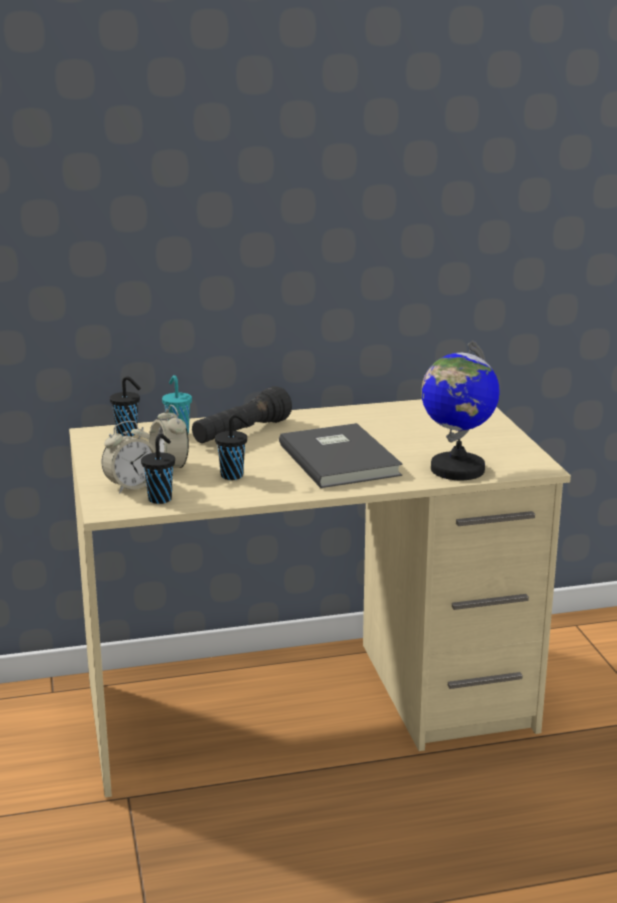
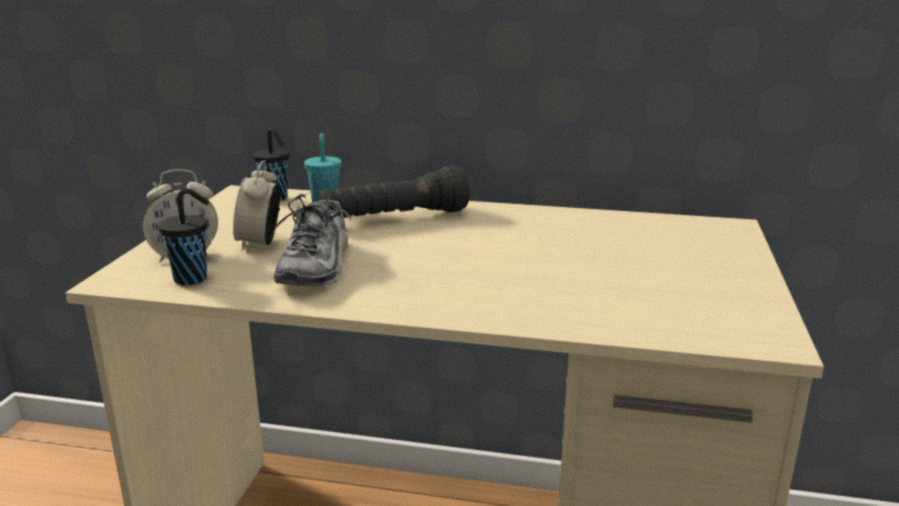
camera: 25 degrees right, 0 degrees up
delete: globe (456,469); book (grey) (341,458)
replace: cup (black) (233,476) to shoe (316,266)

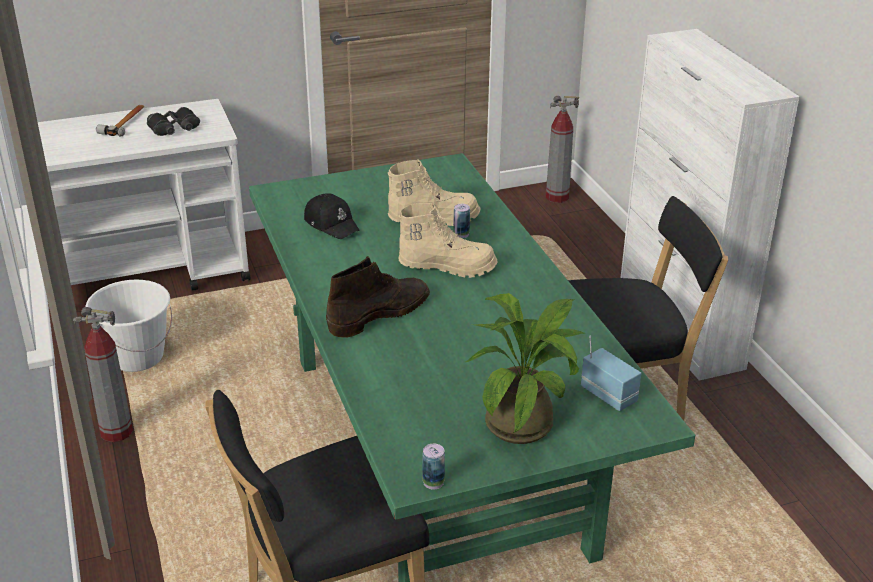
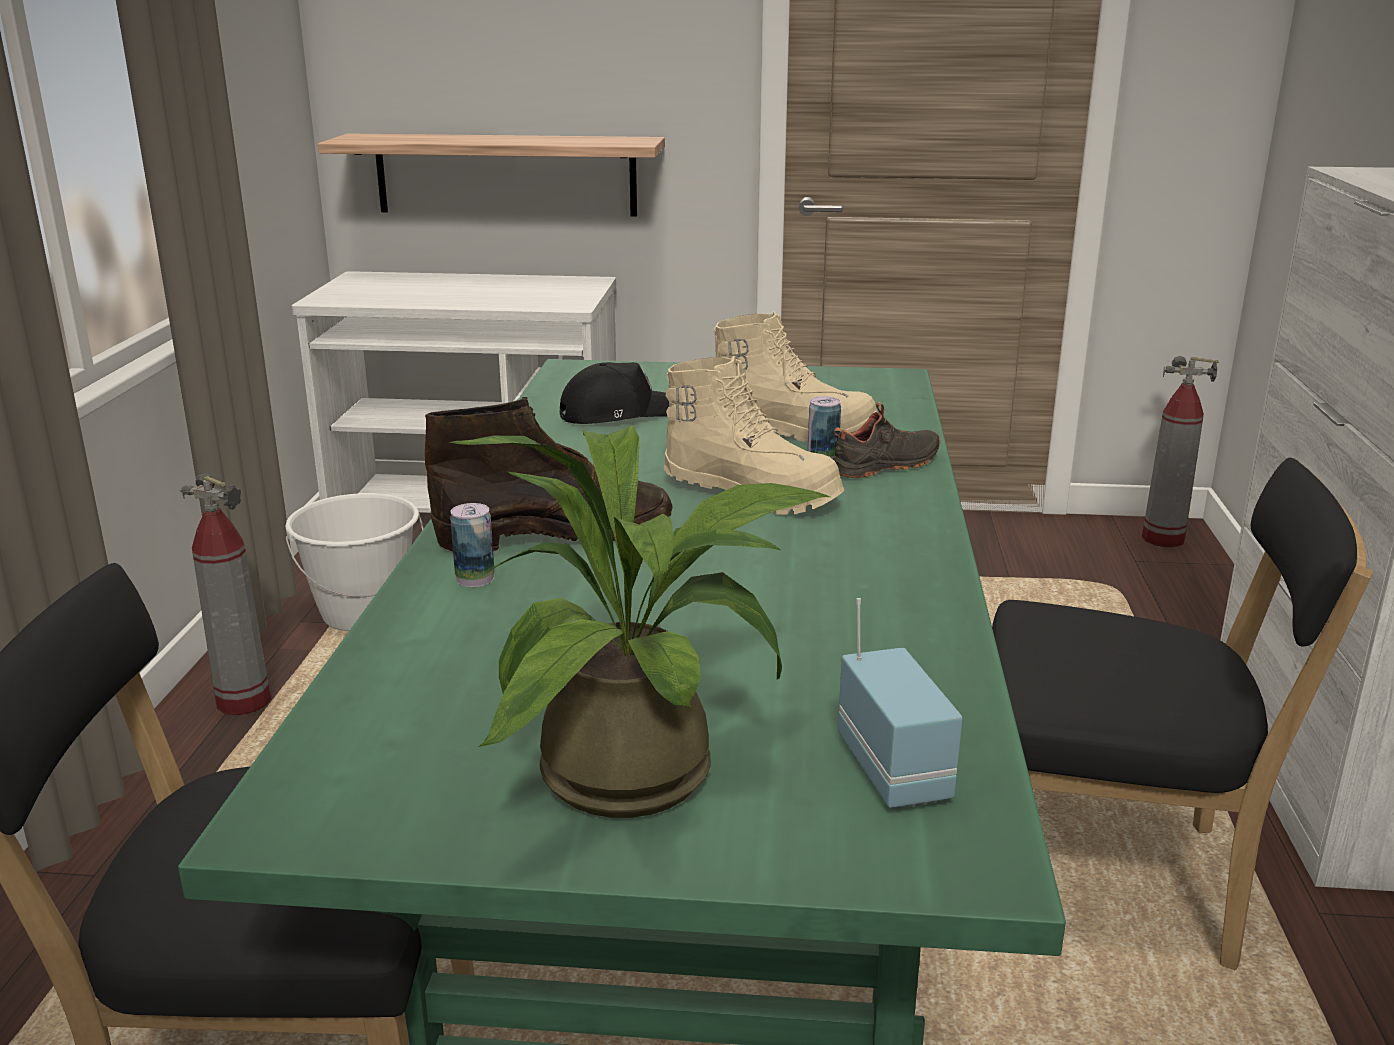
camera: 25 degrees right, 10 degrees down
delete: hammer (125,123); binoculars (black) (174,129)
insert: shelf (506,175); shoe (black) (887,466)
move: can (433,482) to (475,579)
rotate: cap (black) (332,224) = (617,413) 90 degrees counterclockwise

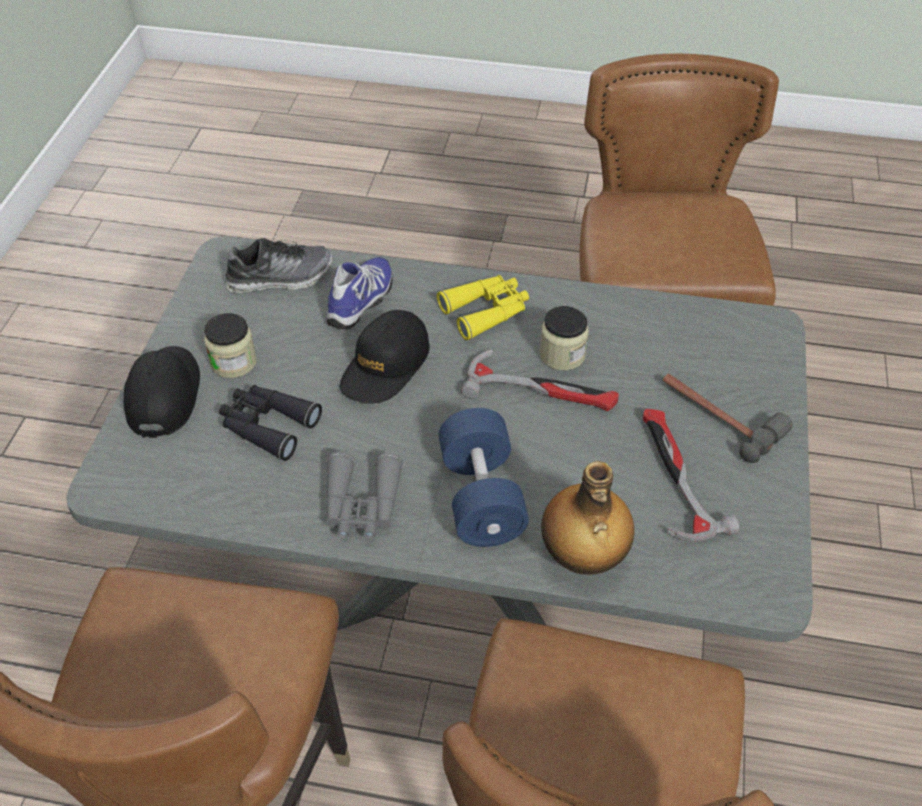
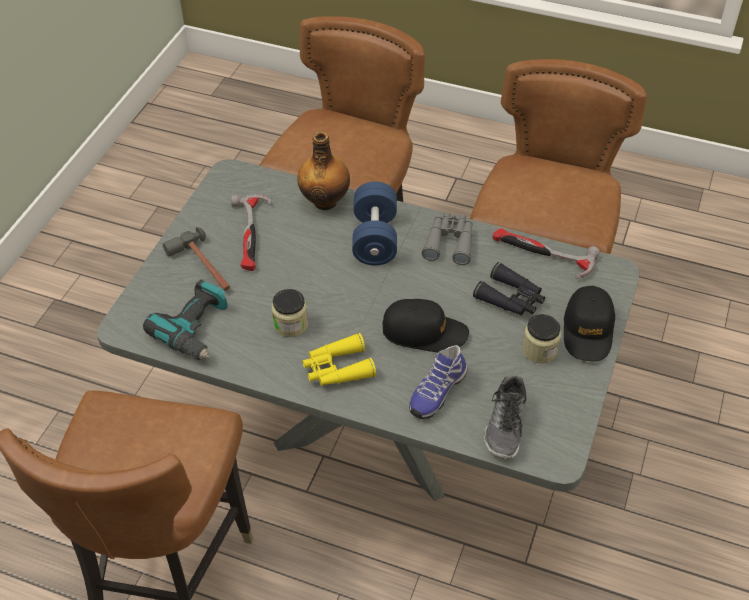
camera: 170 degrees left, 0 degrees up
insert: power drill (197,329)
move: hammer (542,389) to (542,254)
rotate: shoe (280,277) = (506,425) 75 degrees counterclockwise; cap (black) (385,366) = (424,332) 60 degrees clockwise

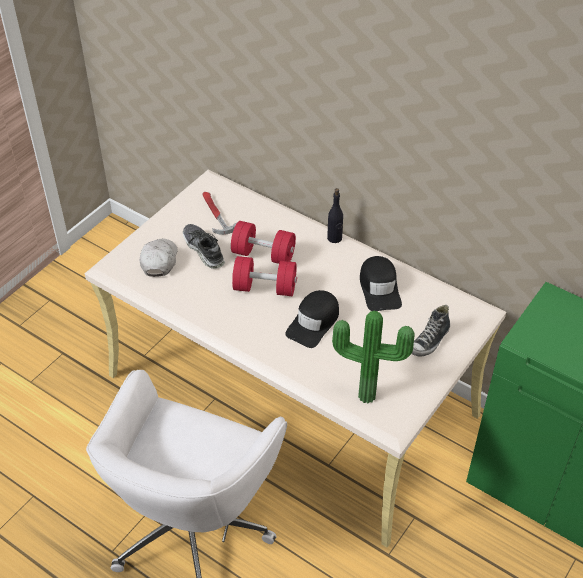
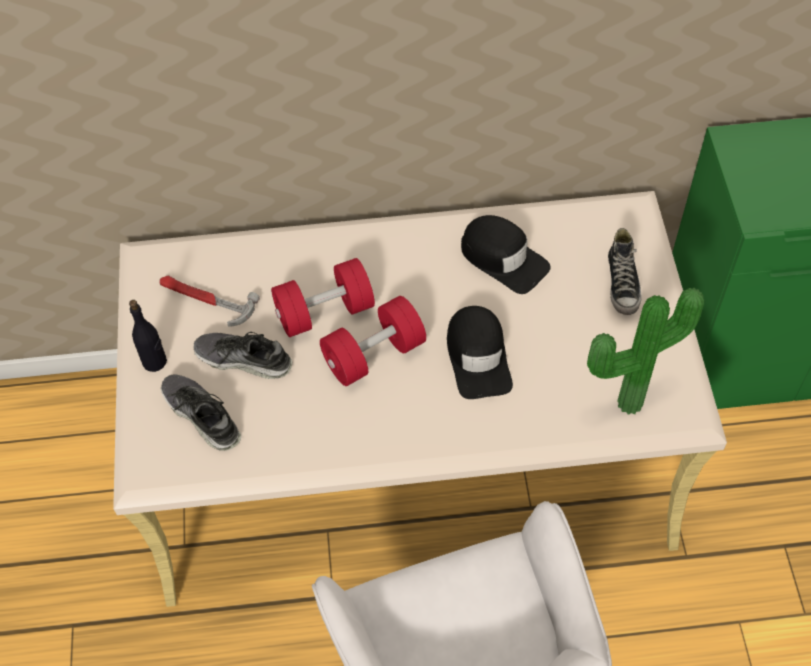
camera: 40 degrees left, 10 degrees up
move: bottle (black) (334,238) to (155,362)
replace: cap (white) (159,260) to shoe (201,416)

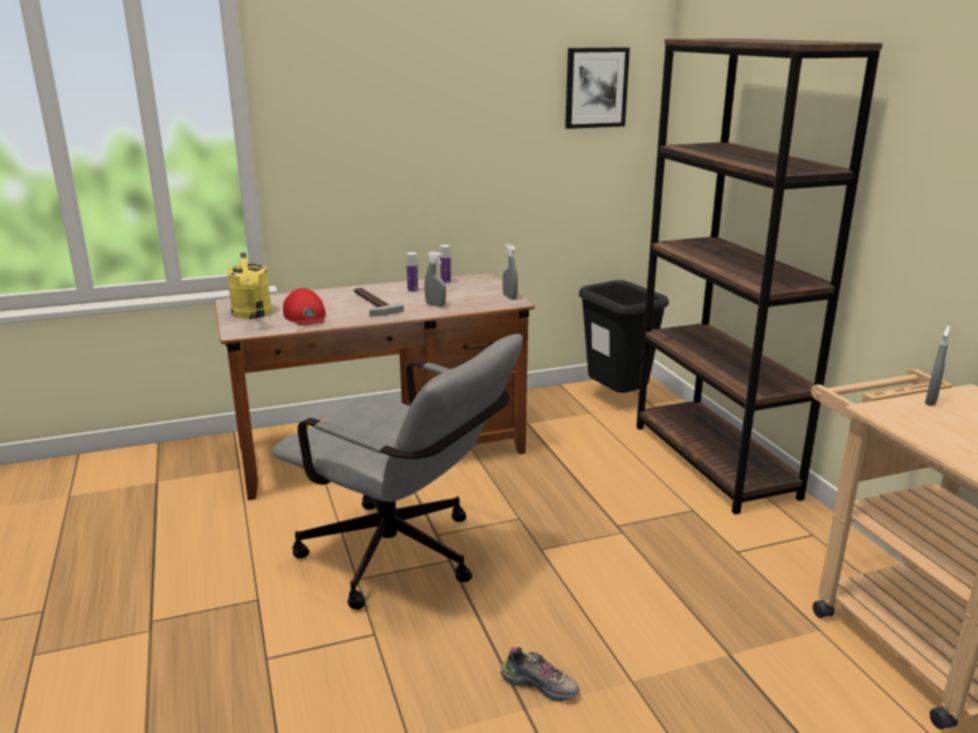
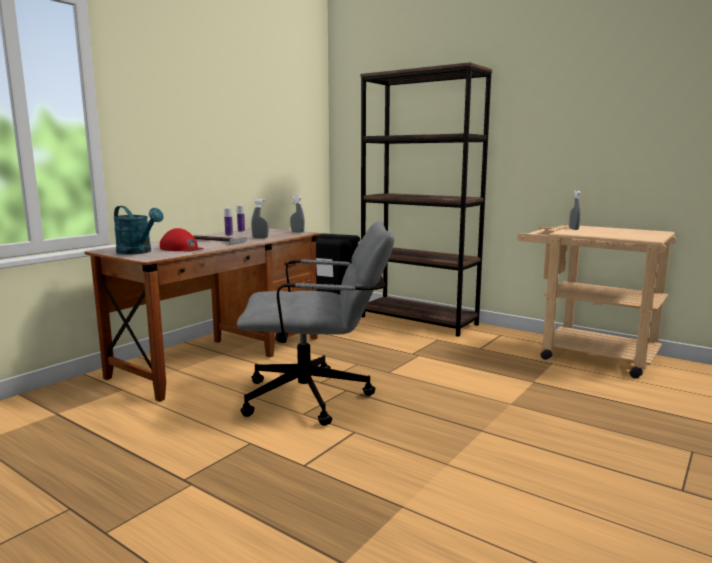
camera: 35 degrees left, 10 degrees down
delete: picture (596,88); shoe (540,685)
recolor: watering can (yellow) (252,314) to watering can (turquoise) (138,252)

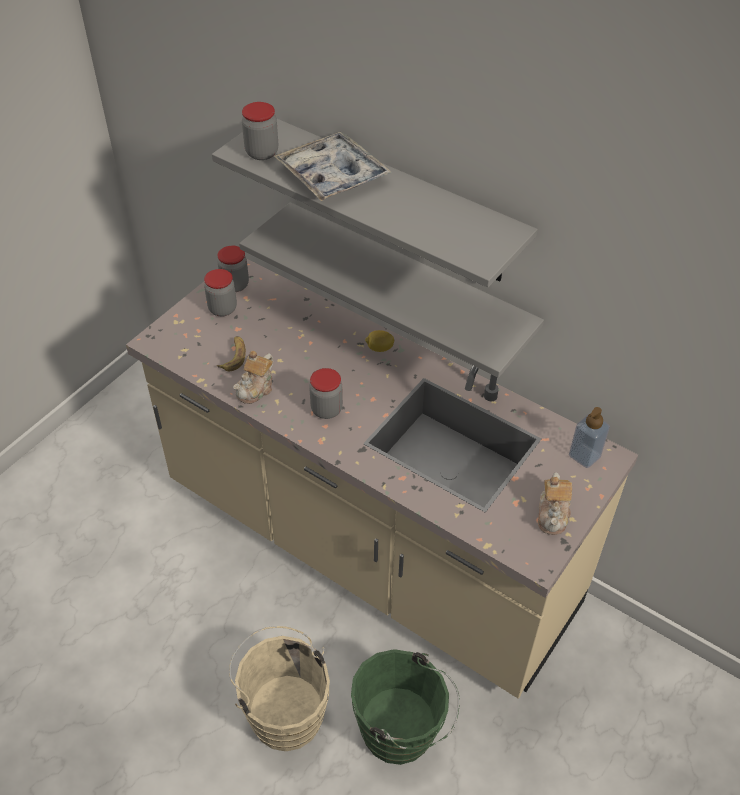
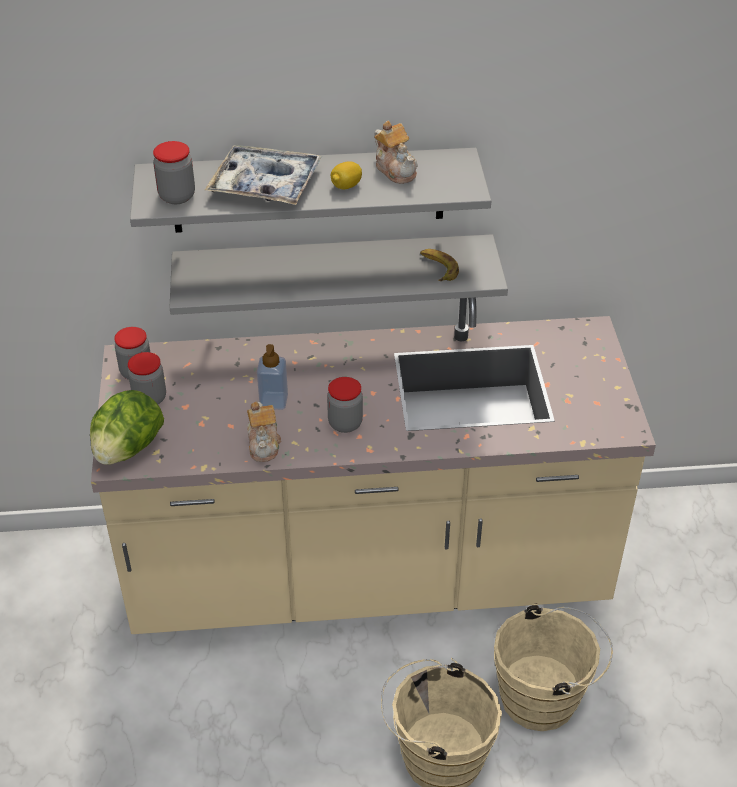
camera: 40 degrees left, 5 degrees down
insert: lettuce (128,449)
move: lemon (379,348) to (346,186); banana (234,356) to (438,268); soap dispenser (584,456) to (273,401); teapot (553,514) to (396,169)
recolor: bucket (green) (402,733) to bucket (beige) (545,697)

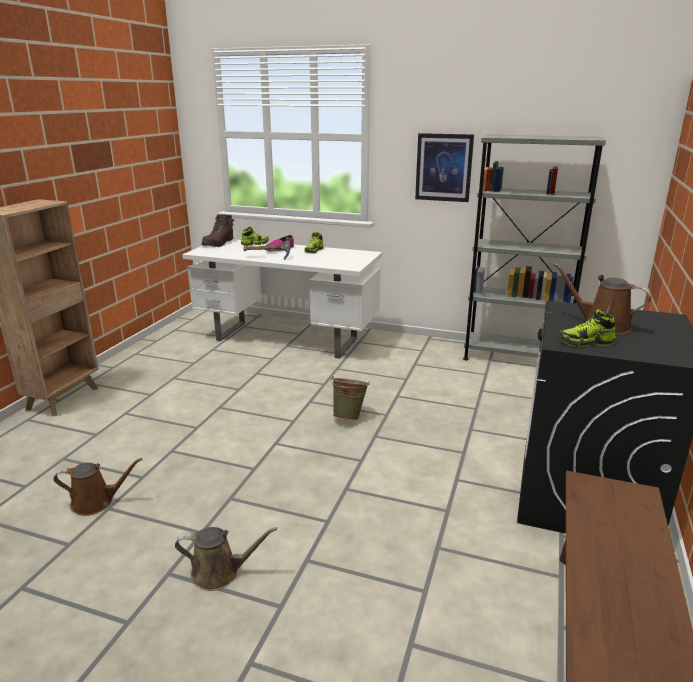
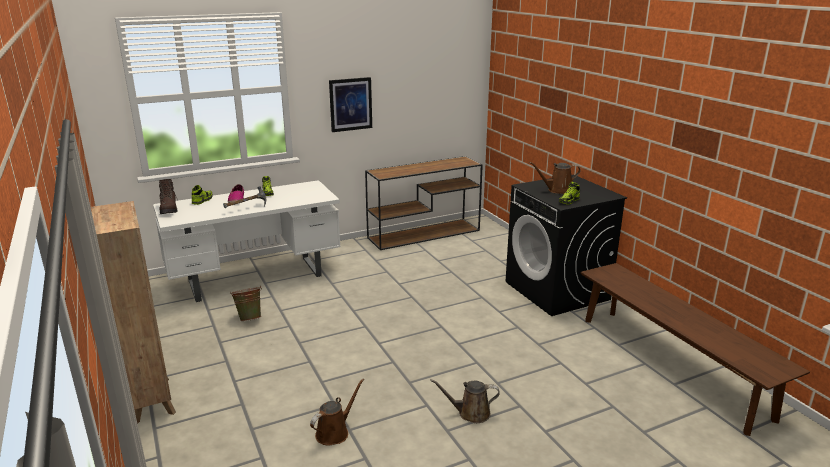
camera: 45 degrees left, 0 degrees up
move: bucket (green) (349,416) to (249,318)
replace: bookcase (grey) (514,358) to console table (brown) (425,234)
rotate: watering can (brown) (220,573) = (470,413) 135 degrees counterclockwise

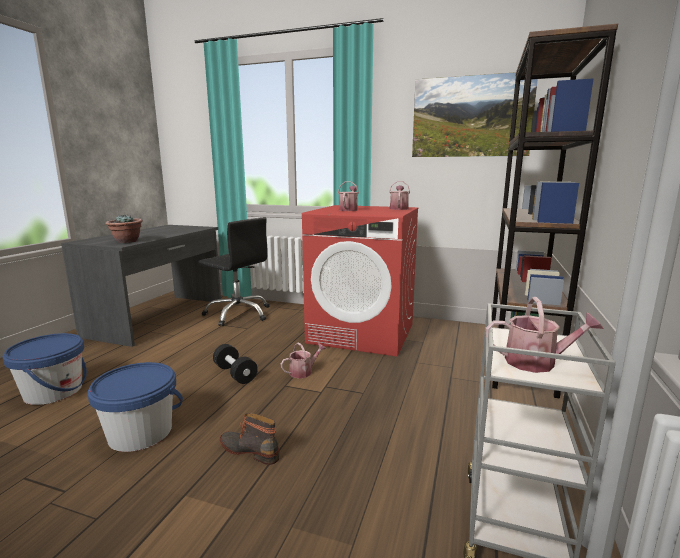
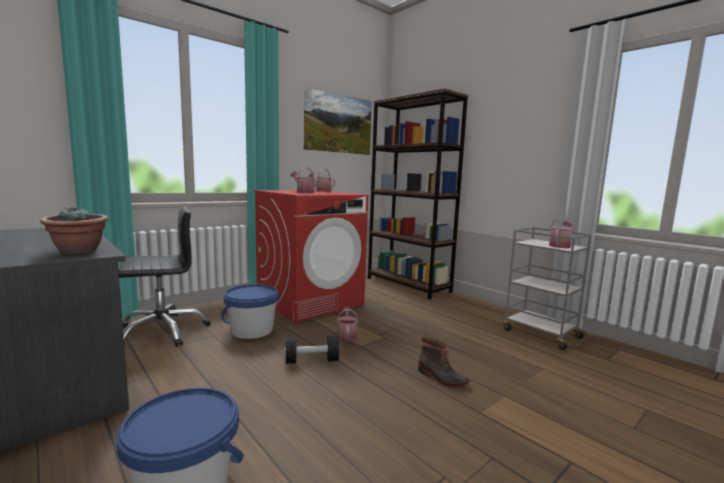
camera: 60 degrees left, 5 degrees down
move: bucket (blue) (140,433) to (252,330)
rotate: boot (250,450) = (441,378) 105 degrees counterclockwise

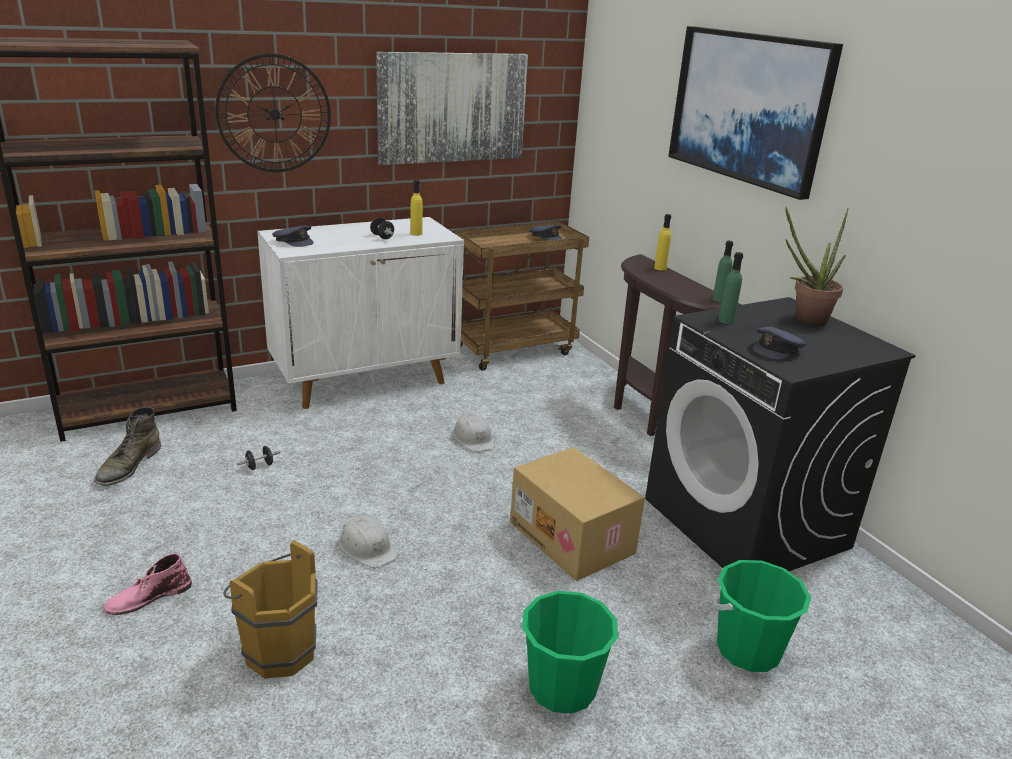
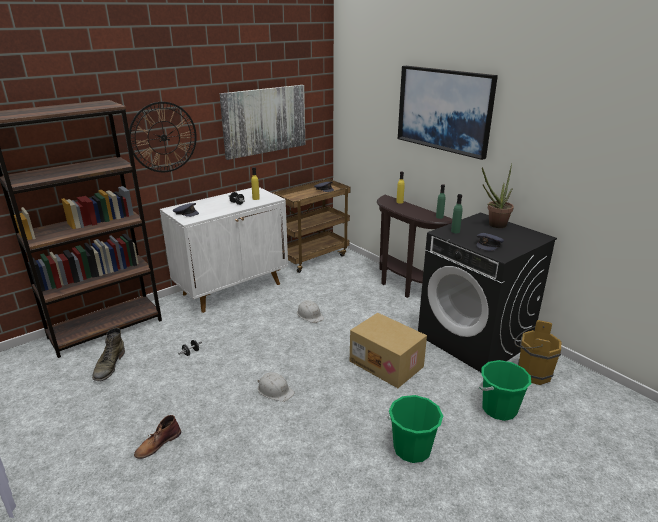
camera: 10 degrees left, 0 degrees up
move: bucket (brown) (276,649) to (530,373)
recolor: boot (pink) (148,597) to boot (brown) (157,444)

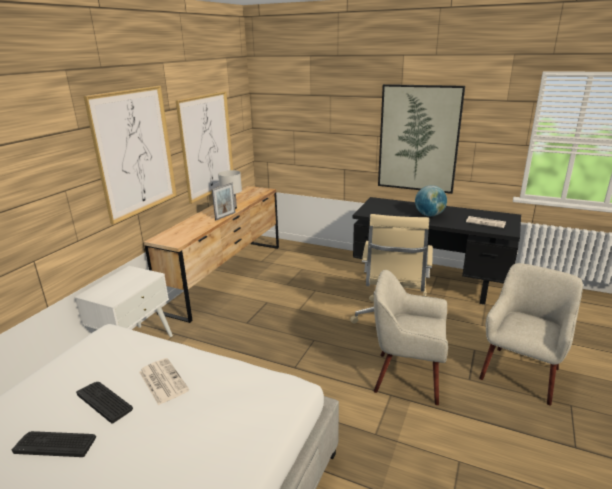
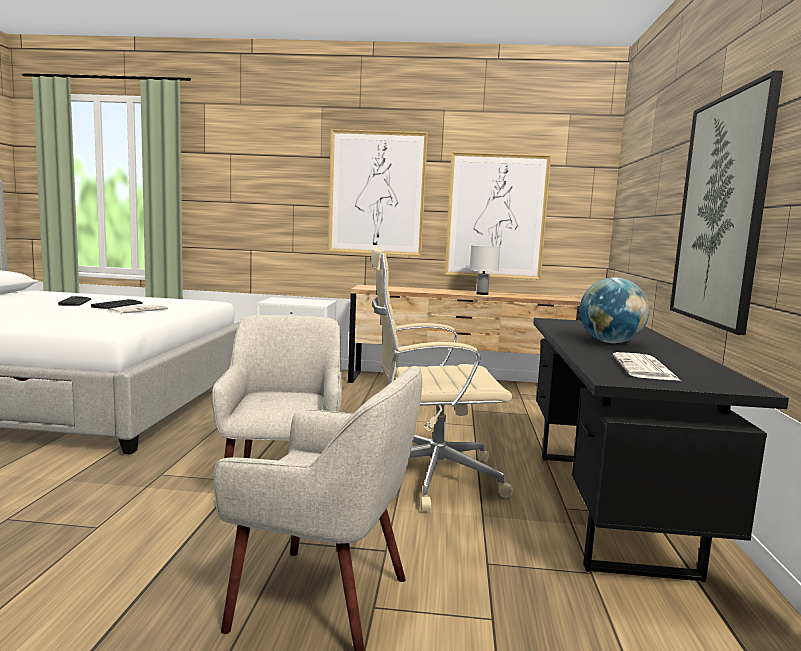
camera: 70 degrees right, 15 degrees down
delete: picture frame (225,216)

